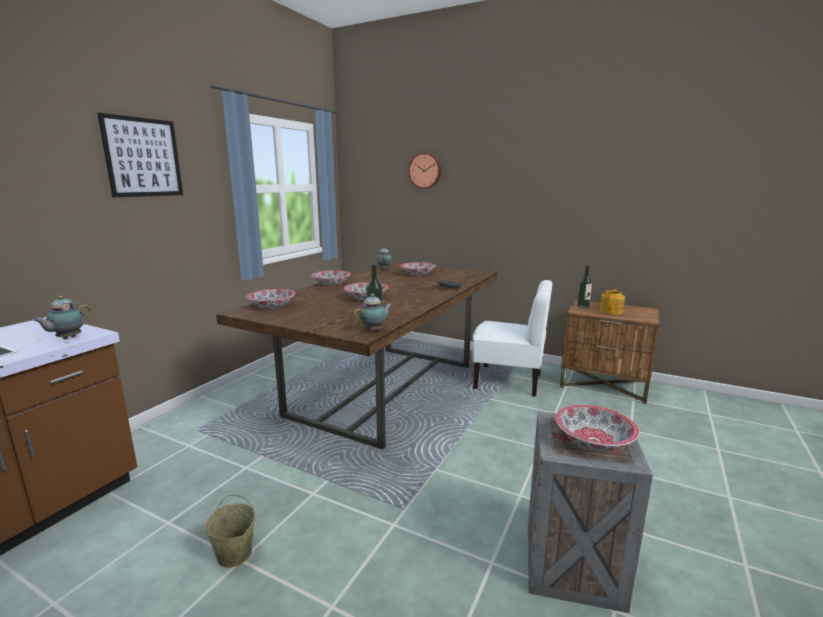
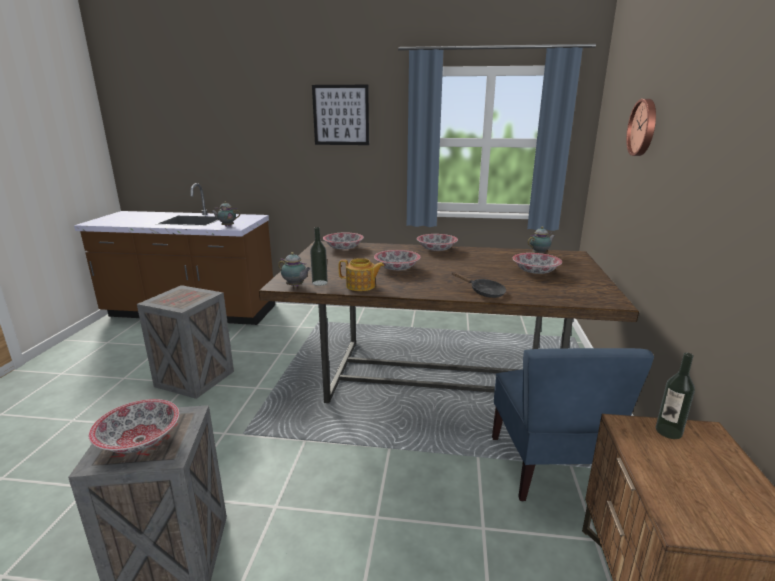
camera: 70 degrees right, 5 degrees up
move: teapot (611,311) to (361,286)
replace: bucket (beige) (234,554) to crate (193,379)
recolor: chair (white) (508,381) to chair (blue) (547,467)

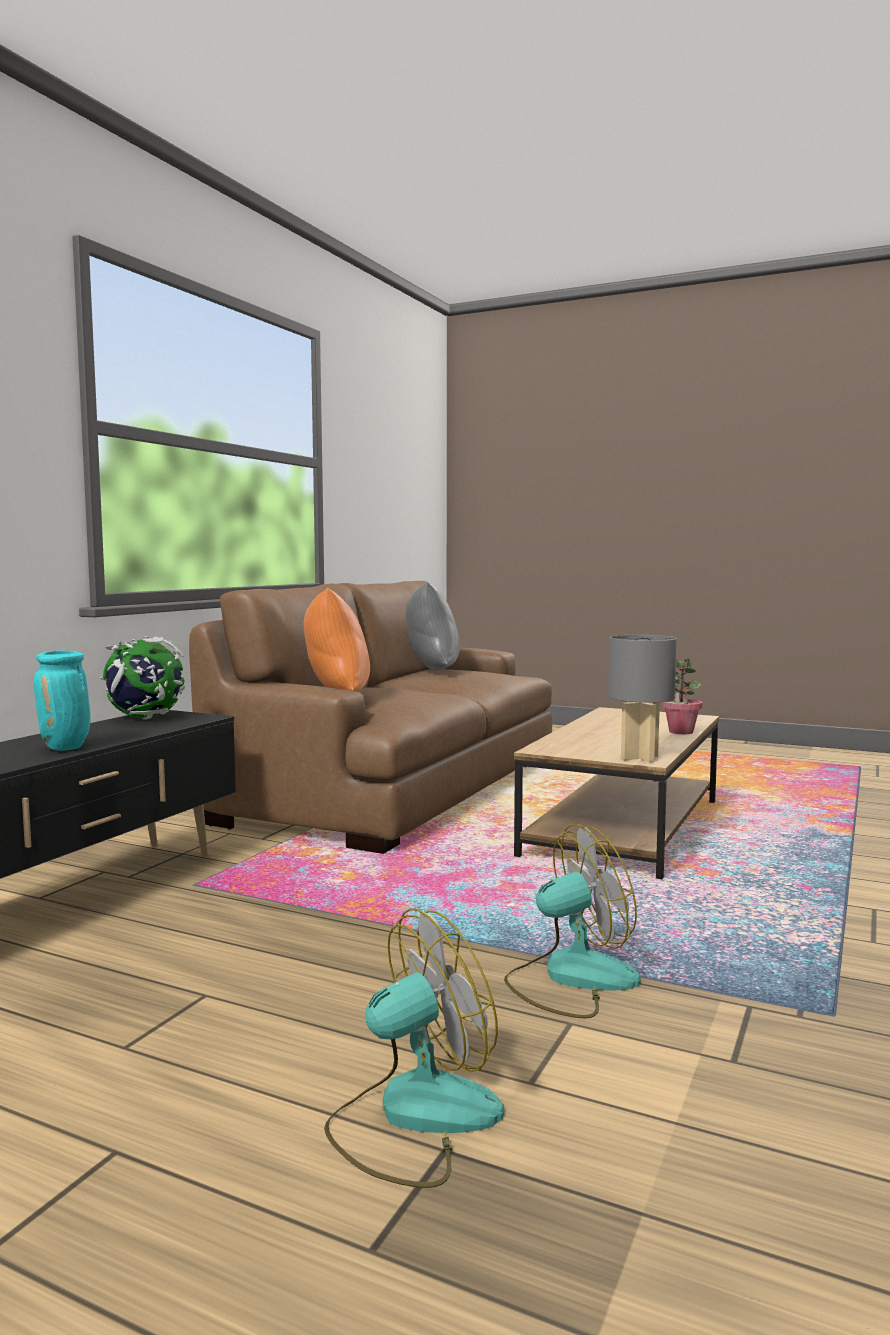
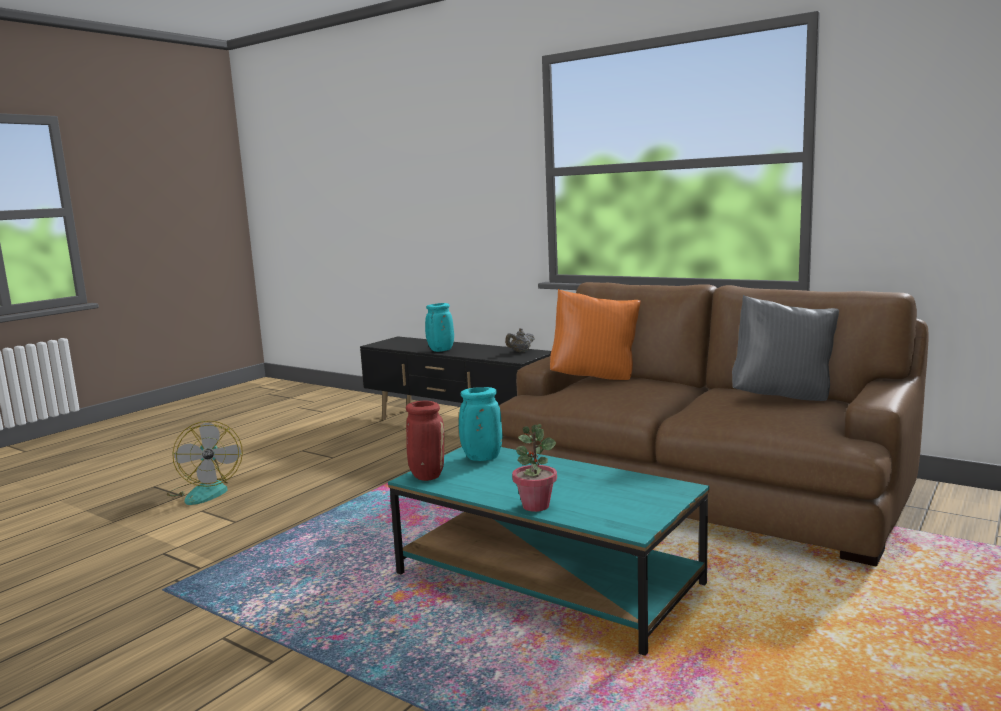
camera: 100 degrees right, 5 degrees up
delete: fan (570,978)
insert: vase (turquoise) (481,458)
replace: table lamp (grey) (639,758) to vase (red) (426,476); globe (145,718) to teapot (grey) (520,352)
recolor: coffee table (brown) (623,827) to coffee table (turquoise) (547,578)

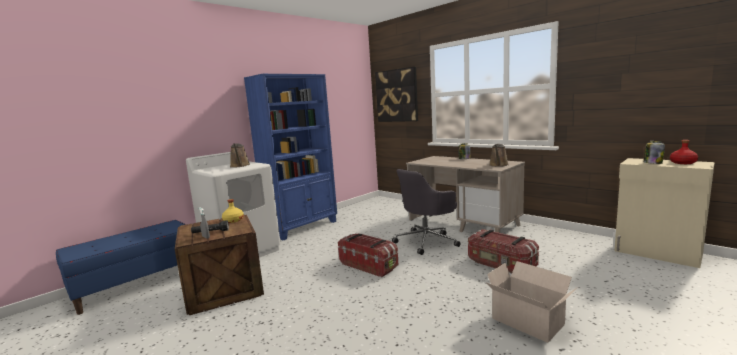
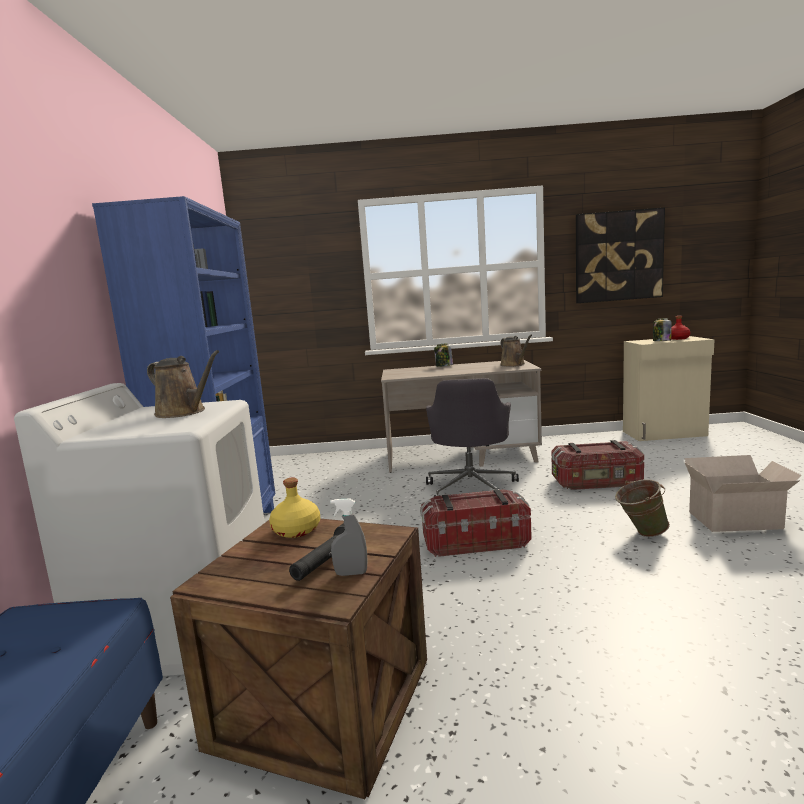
camera: 45 degrees left, 0 degrees up
insert: bucket (green) (641,533)
move: picture (397,95) to (618,256)

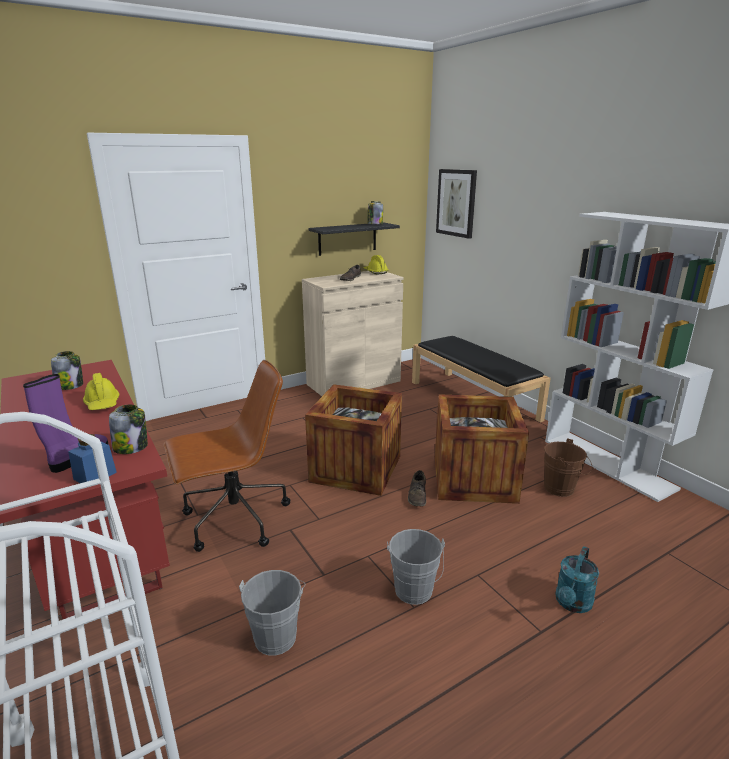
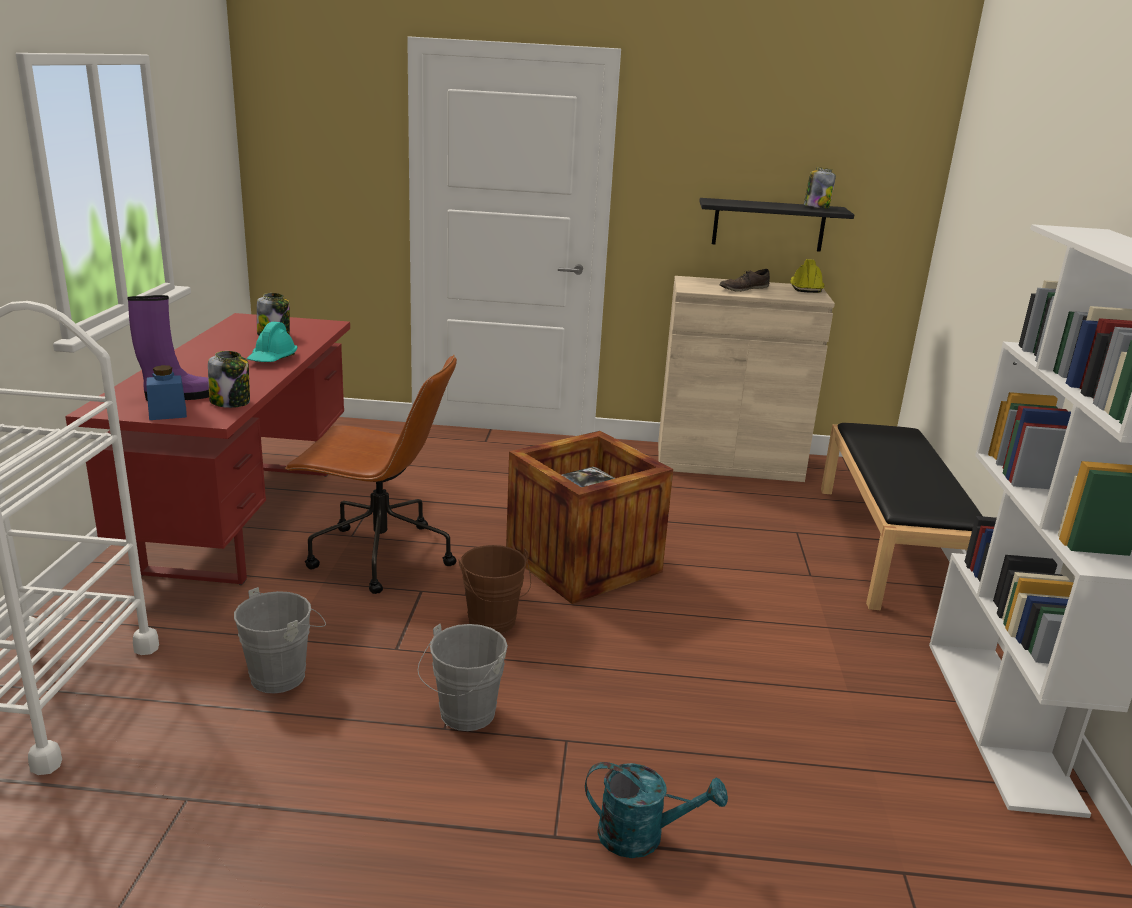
camera: 35 degrees right, 0 degrees up
delete: picture (456,203); crate (474,479); shoe (brown) (417,495)
move: bucket (brown) (562,489) to (493,624)
recolor: hard hat (yellow) (102,403) to hard hat (turquoise) (272,359)
rotate: watering can (turquoise) (572,604) = (642,836) 150 degrees counterclockwise

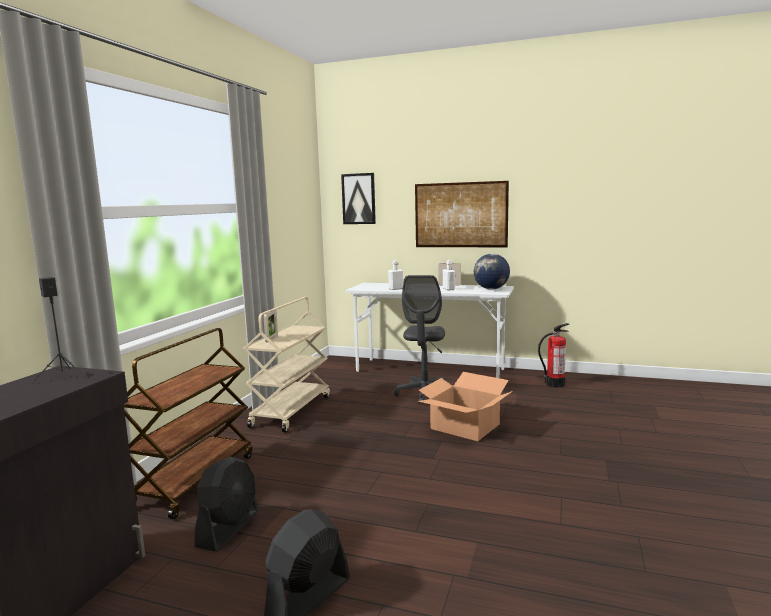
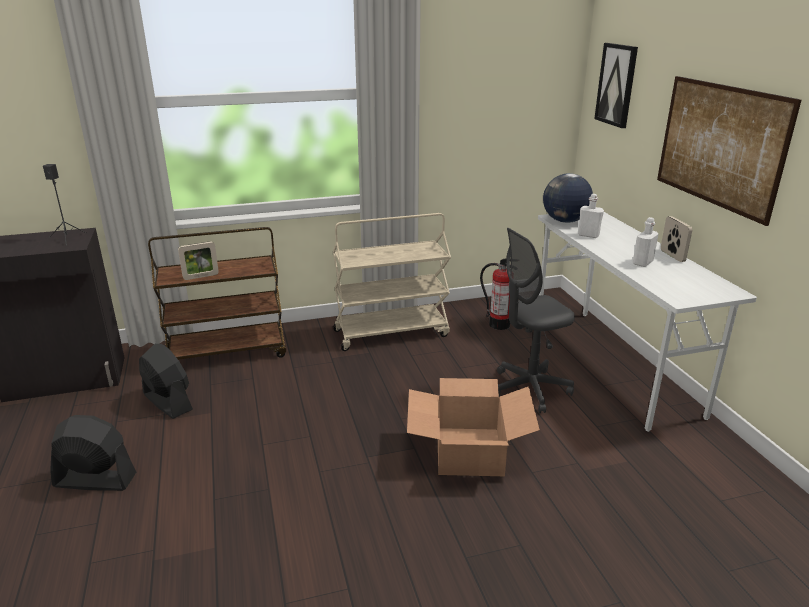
camera: 55 degrees right, 15 degrees up
move: globe (491,289) to (565,221); picture frame (271,339) to (201,276); fire extinguisher (555,384) to (499,324)
rotate: fan (black) (228,528) = (167,401) 120 degrees counterclockwise

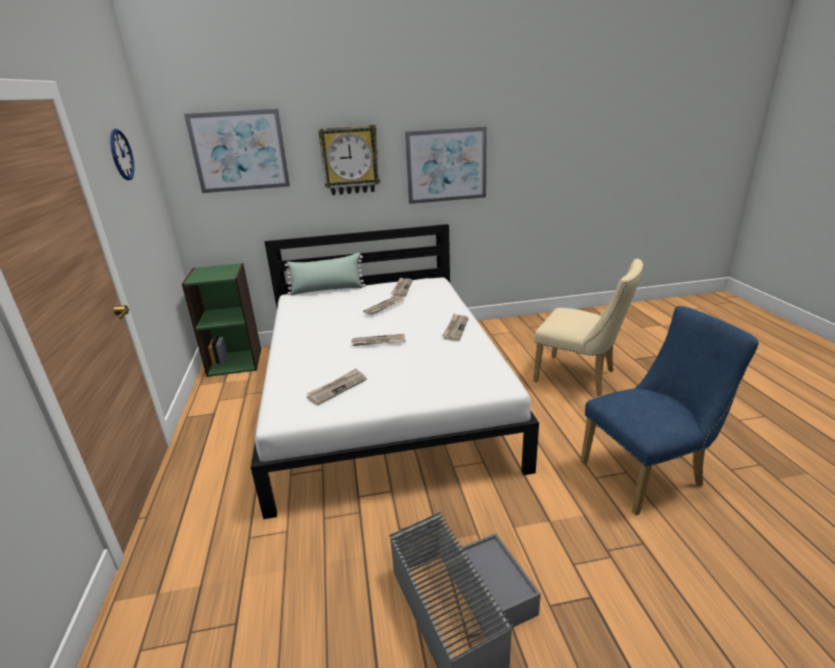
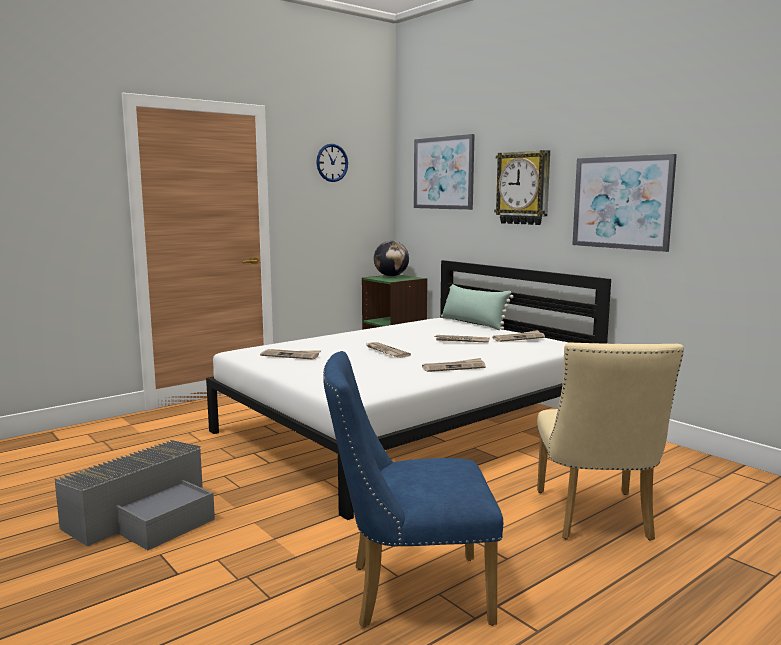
camera: 60 degrees right, 15 degrees down
insert: globe (391,276)
rotate: chair (blue) (648,473) = (408,592) 135 degrees clockwise

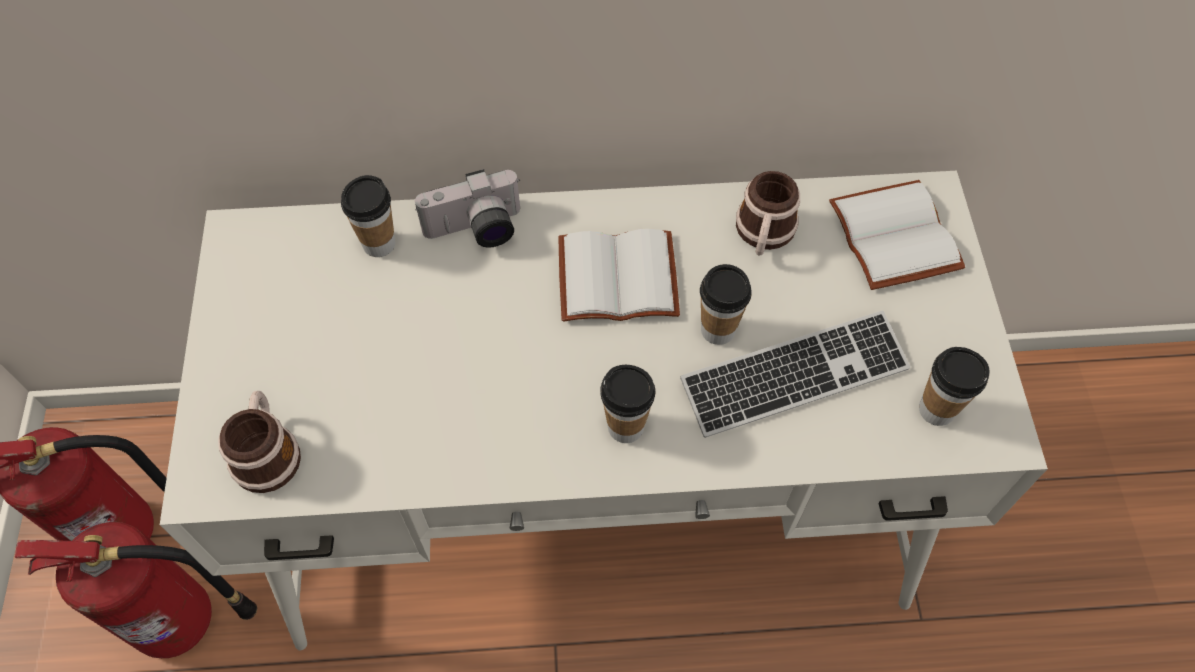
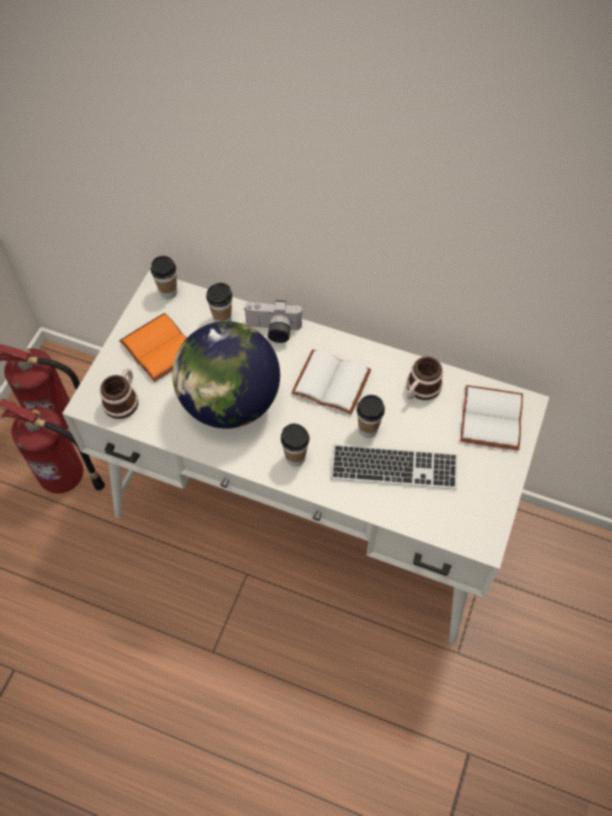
camera: 25 degrees right, 0 degrees up
insert: book (orange) (157,348); globe (230,402)
move: cup (936,409) to (168,292)

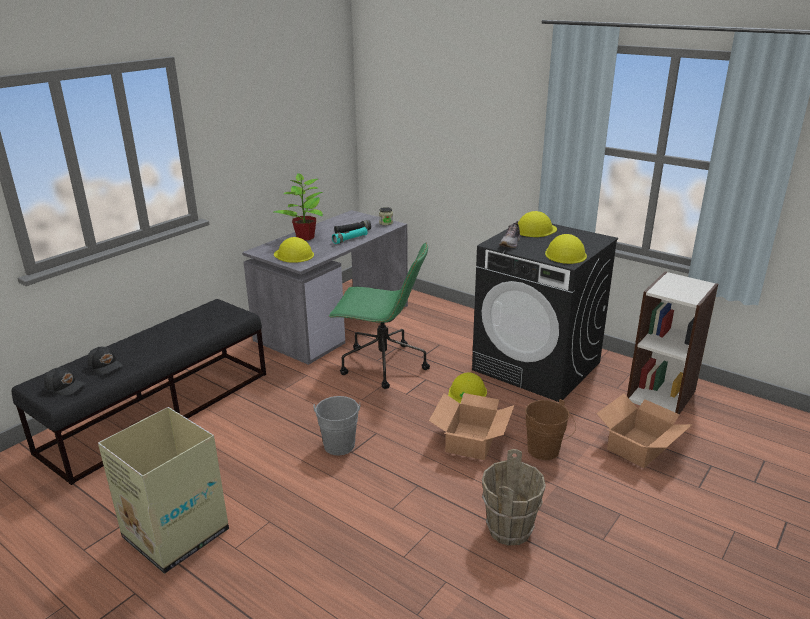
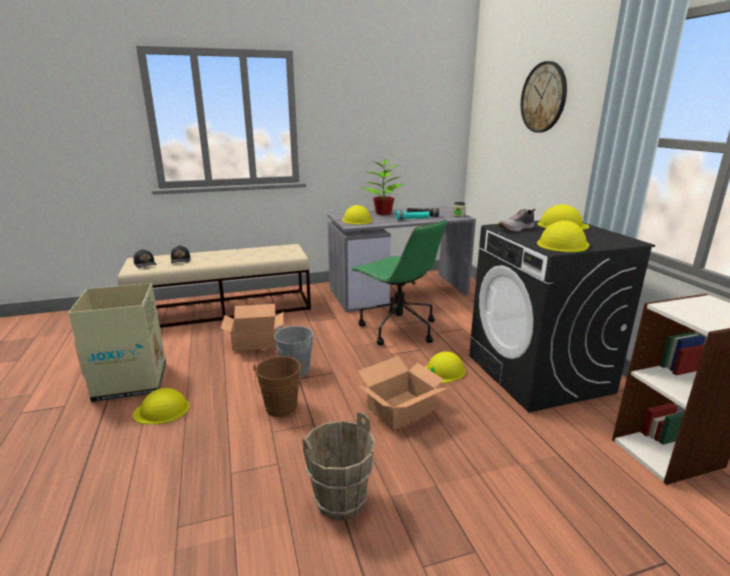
camera: 35 degrees right, 5 degrees down
insert: wall clock (543,97); hard hat (yellow) (162,410)
move: cardboard box (637,447) to (254,341); bucket (brown) (546,452) to (281,409)
recolor: bench (black) (159,410) to bench (beige) (224,309)

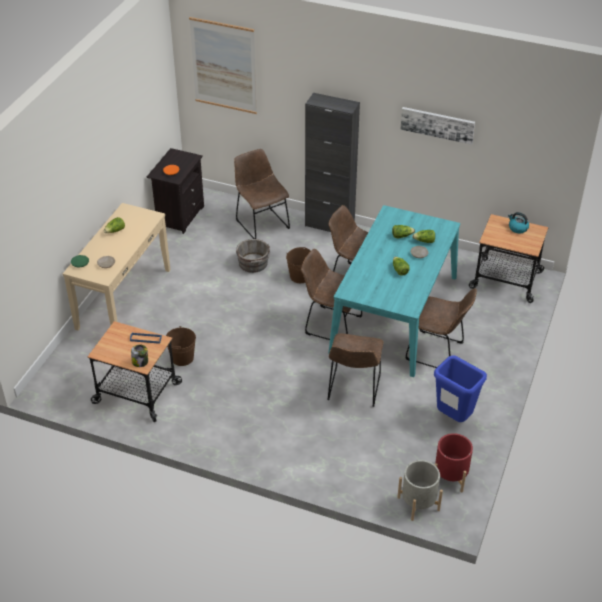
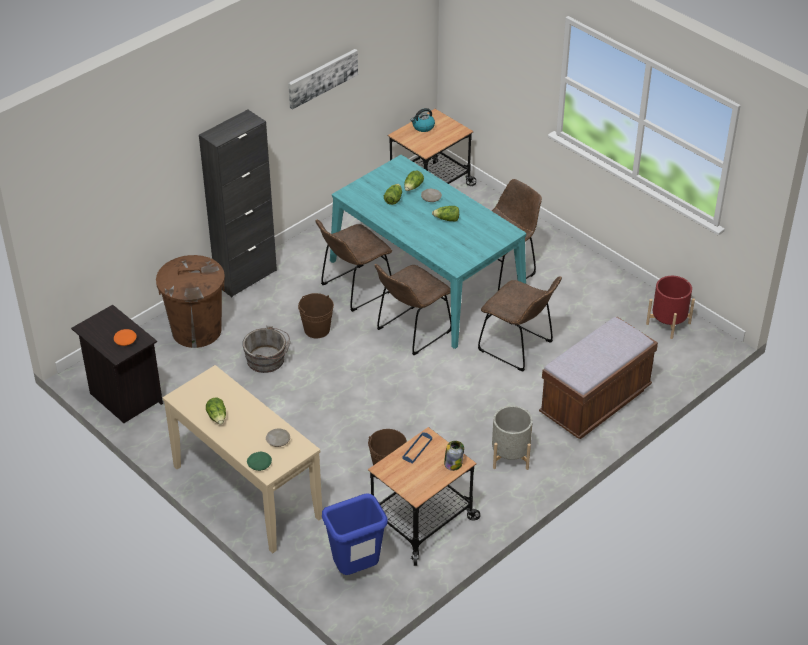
camera: 65 degrees left, 0 degrees up
delete: picture (224,66)
insert: bench (brown) (595,402)
move: trash can (blue) (453,417) to (355,570); planter (grey) (418,503) to (510,456)
replace: chair (brown) (261,223) to trash can (brown) (196,330)

